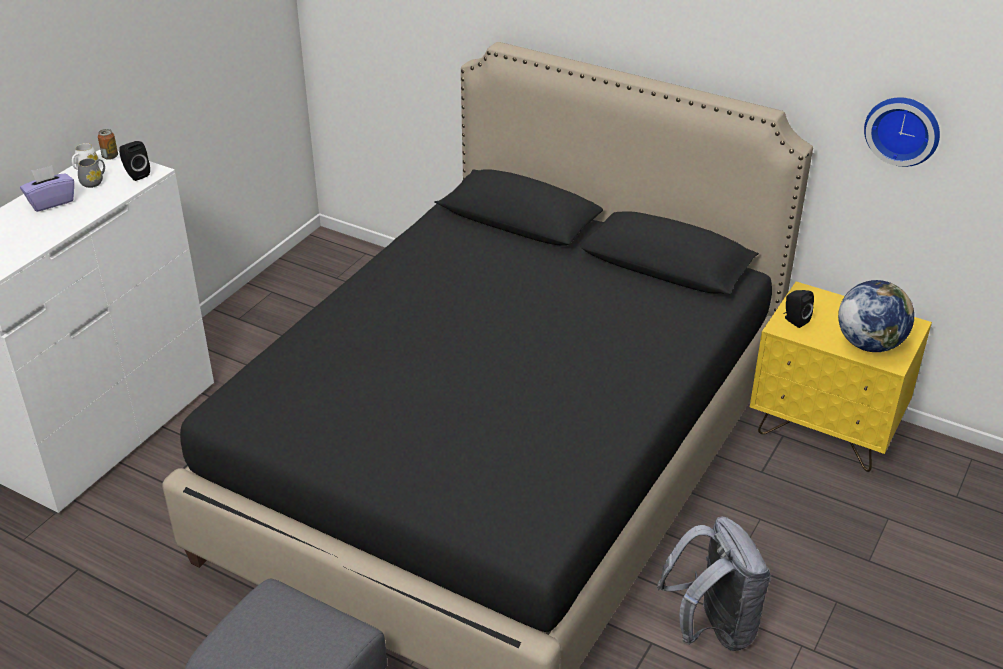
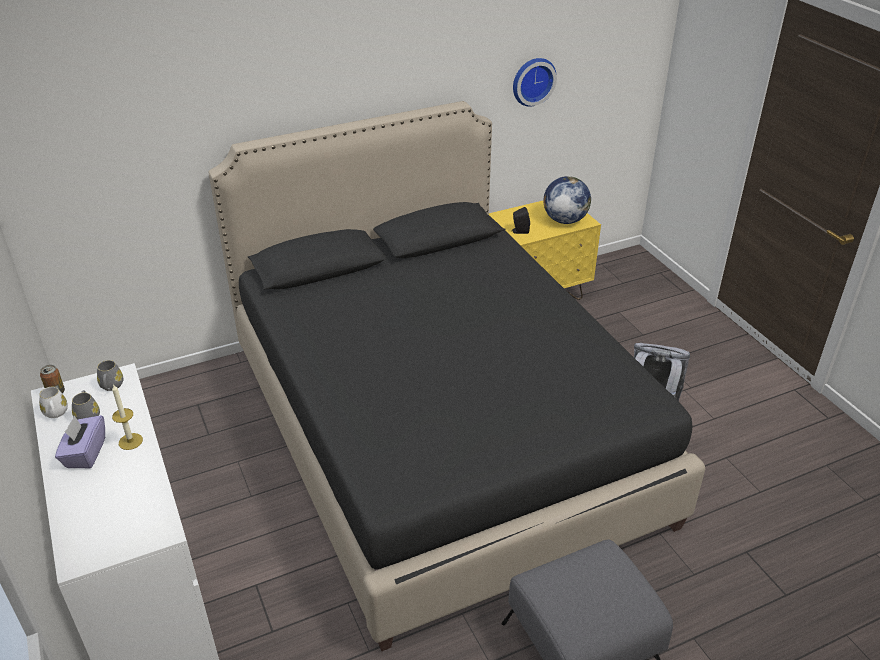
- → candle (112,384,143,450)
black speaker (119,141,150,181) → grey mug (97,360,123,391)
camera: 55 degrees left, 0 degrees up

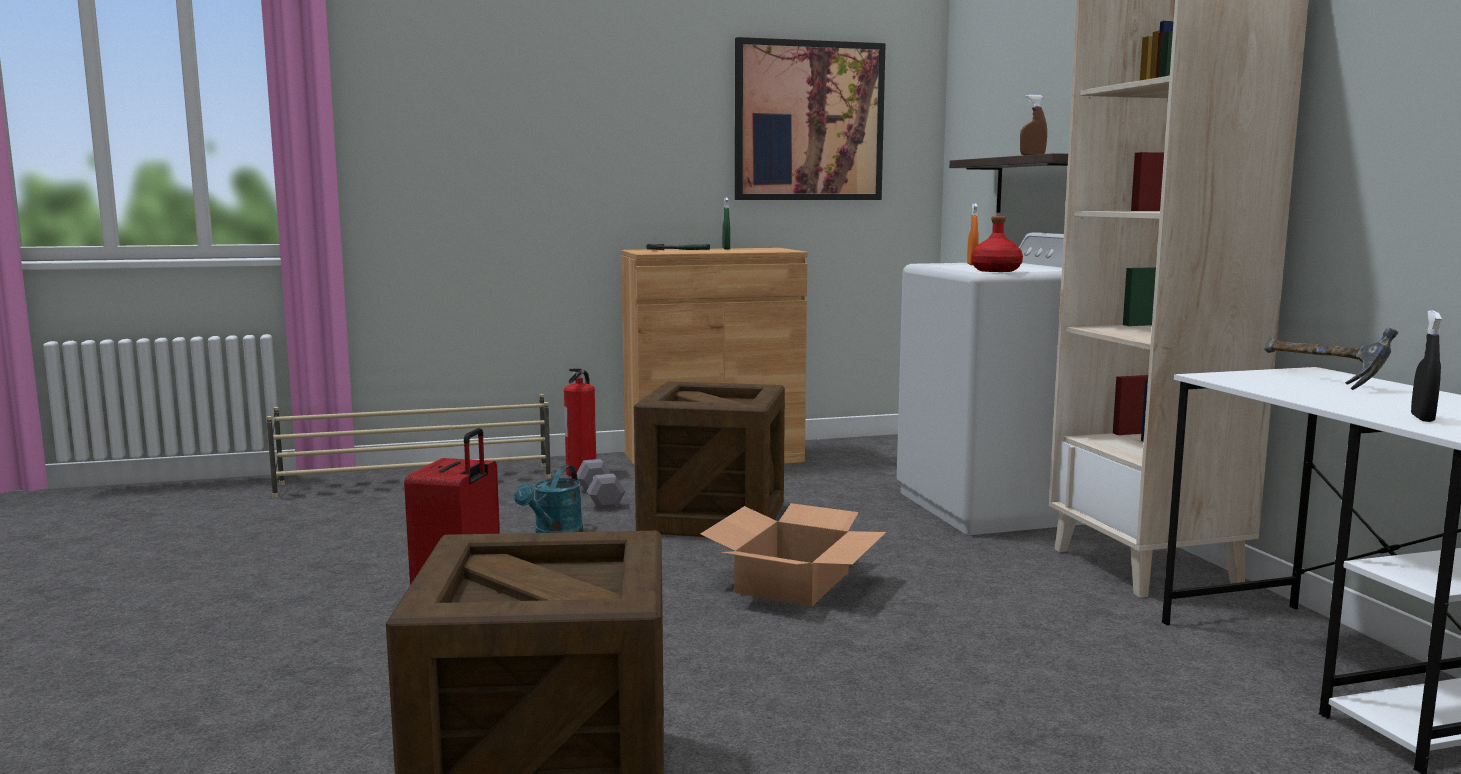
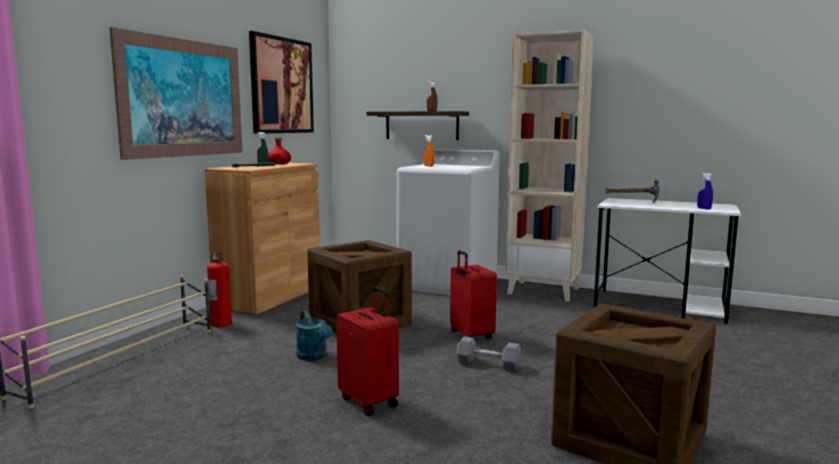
- → picture (109,27,242,160)
grey dumbbell (577,459,626,509) → grey dumbbell (456,336,522,371), moved
red bottle (971,216,1023,272) → red bottle (268,138,291,164), moved
cardboard box (700,503,886,606) → red suitcase (450,250,497,339)
black spray bottle (1411,310,1442,422) → blue spray bottle (697,172,713,210)
camera: 50 degrees left, 0 degrees up

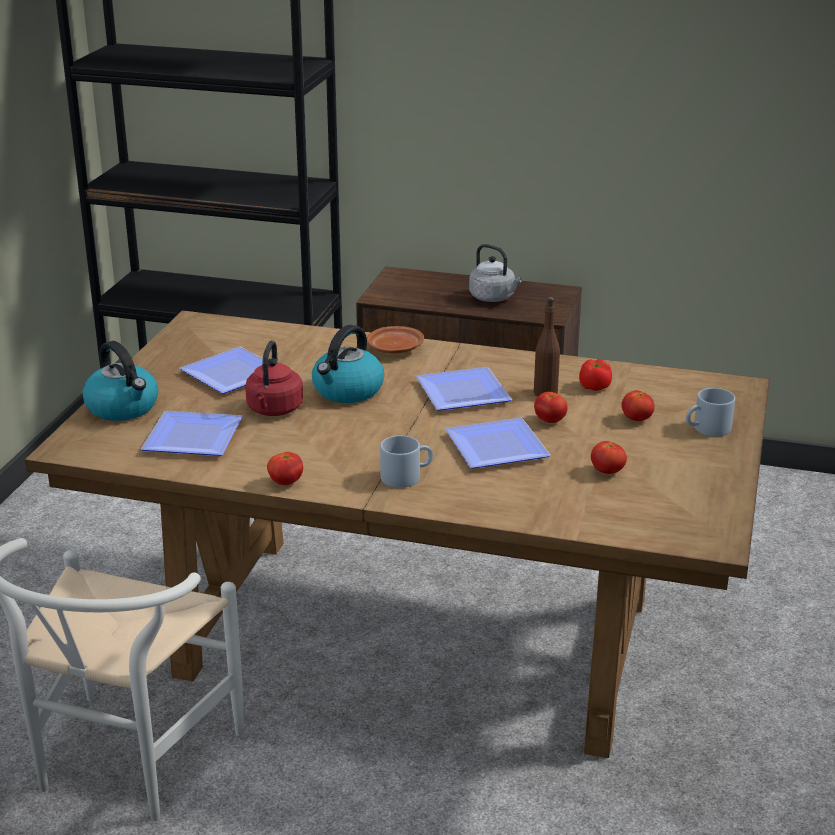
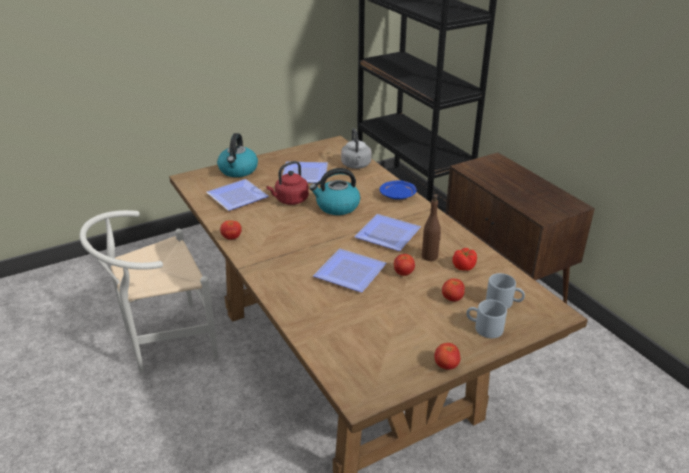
grey mug (380,435,433,488) → grey mug (486,273,525,309), moved
grey kettle (469,244,522,302) → grey kettle (341,128,371,169), moved
tomato (591,441,627,474) → tomato (434,343,461,370), moved
brown plate (367,326,424,354) → blue plate (380,180,417,199)
camera: 45 degrees right, 5 degrees up

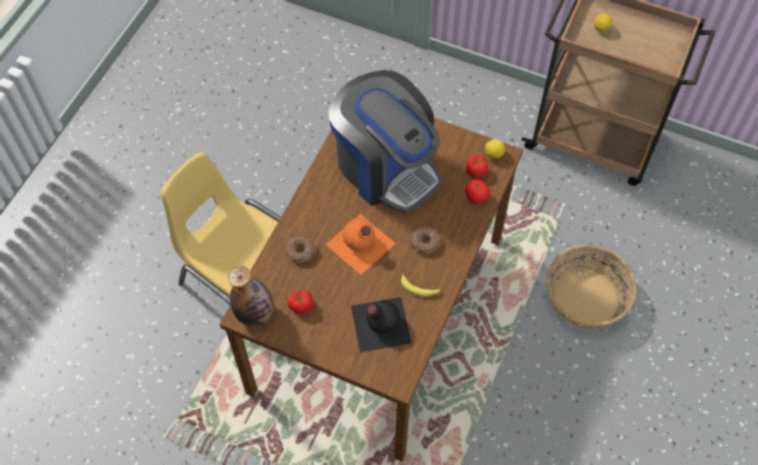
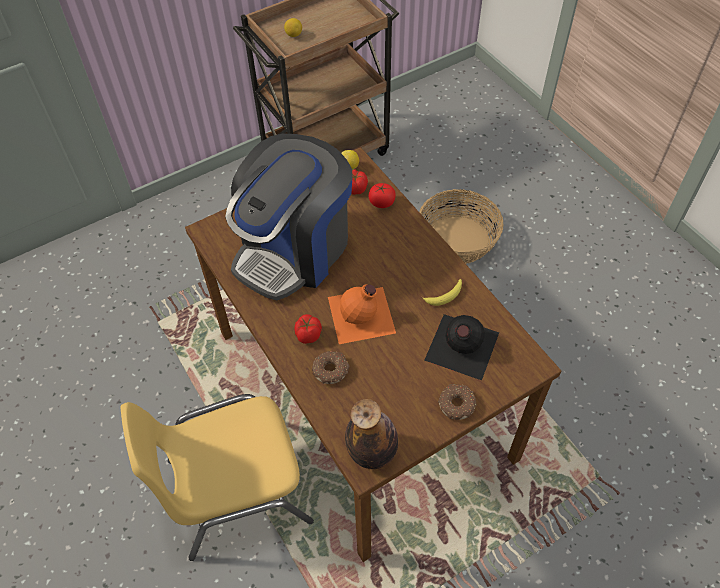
tomato (288,290,313,315) → tomato (294,314,322,344), moved
donut (410,227,441,254) → donut (438,384,477,420), moved
coffee machine (328,70,442,213) → coffee machine (225,134,352,301), 135 degrees clockwise
camera: 55 degrees left, 5 degrees down

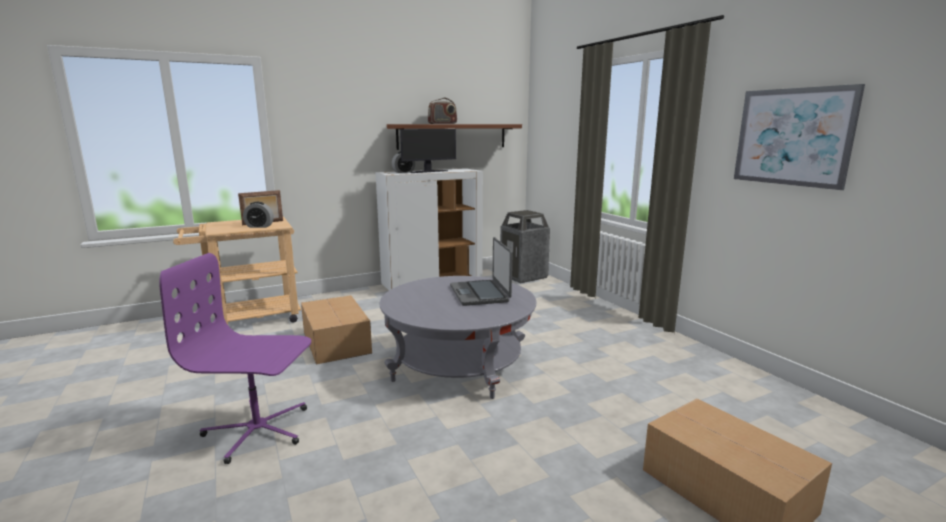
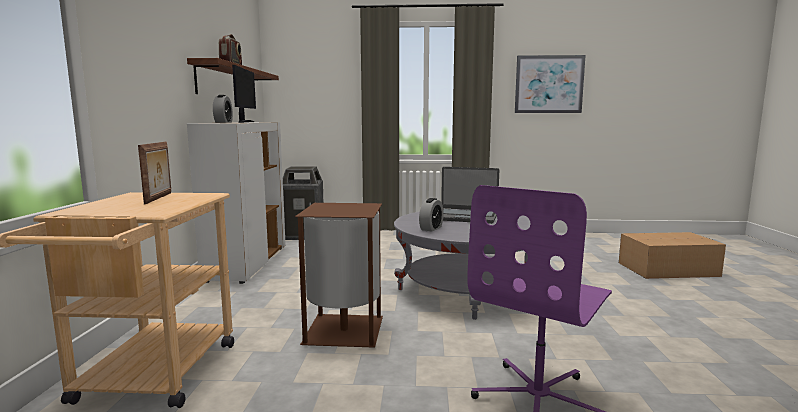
alarm clock (243,202,274,228) → alarm clock (419,198,444,231), moved
cardboard box (301,295,372,365) → brown trash can (295,203,383,348)
camera: 60 degrees left, 5 degrees down

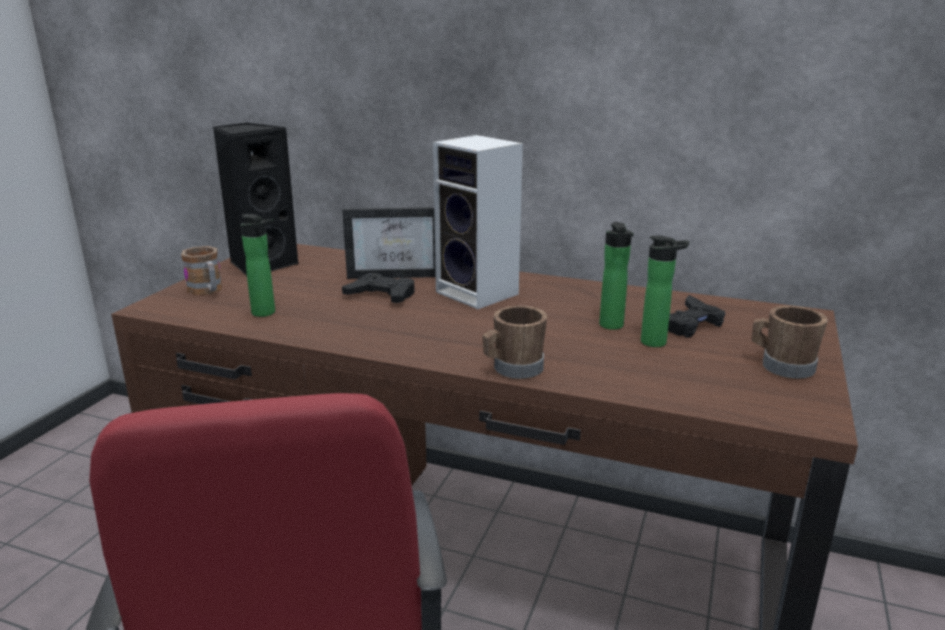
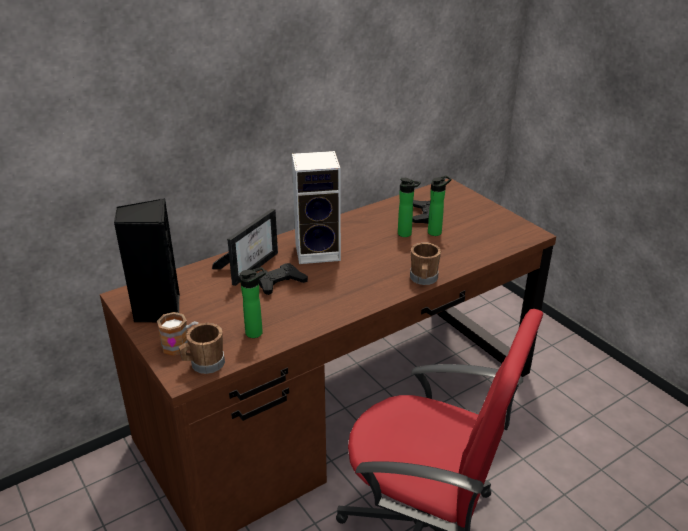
brown mug (751,305,828,379) → brown mug (179,323,225,374), moved
camera: 55 degrees left, 10 degrees up

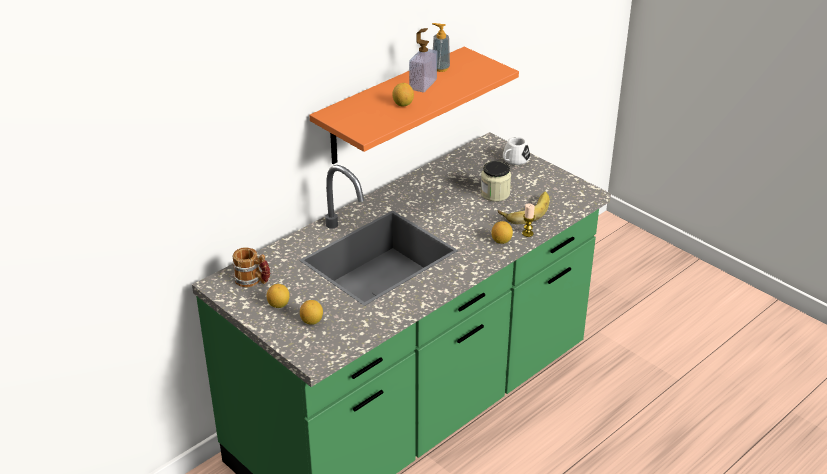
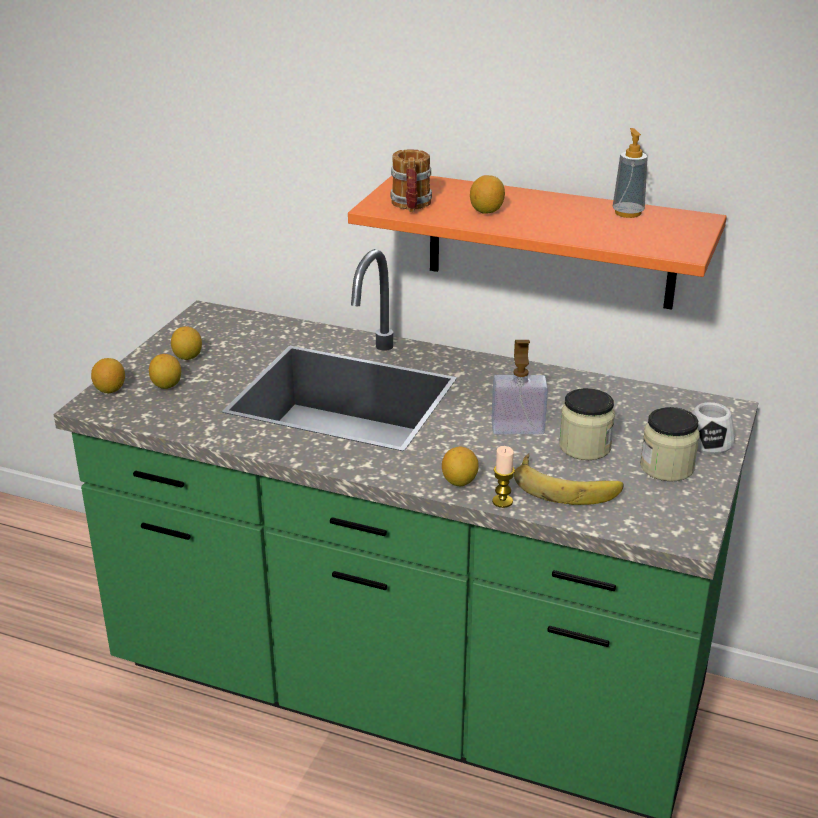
- → lemon (91,358,125,393)
- → jar (640,407,699,482)
mug (232,247,270,287) → mug (390,149,432,212), moved
soap dispenser (409,28,437,92) → soap dispenser (491,340,548,434), moved
camera: 65 degrees right, 5 degrees down

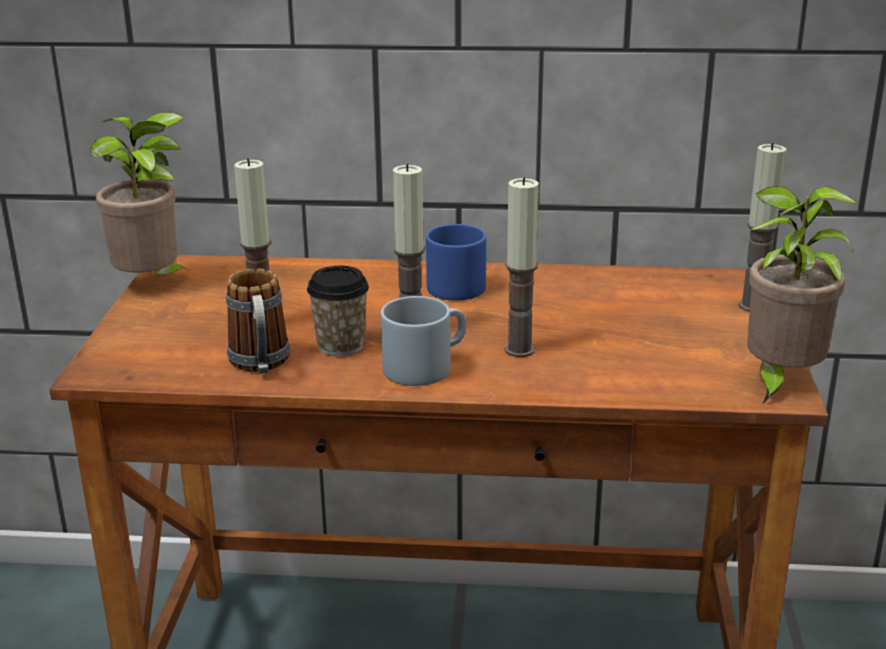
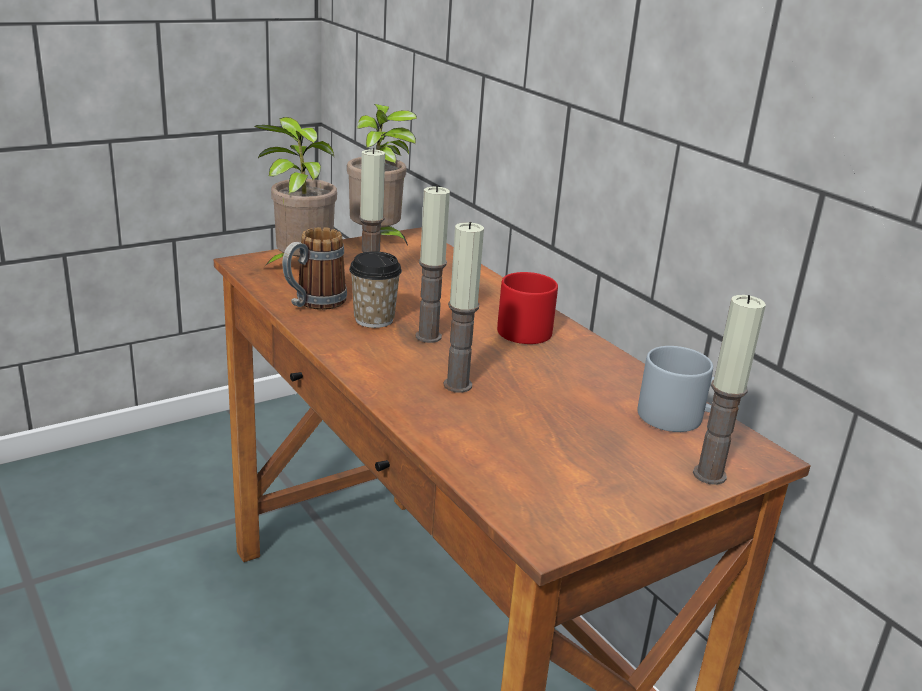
grey mug (381,296,466,386) → grey mug (637,346,714,432), moved
potted plant (747,186,858,403) → potted plant (254,117,337,266), moved
blue mug (426,224,486,301) → red mug (497,272,558,344)
camera: 50 degrees right, 0 degrees up

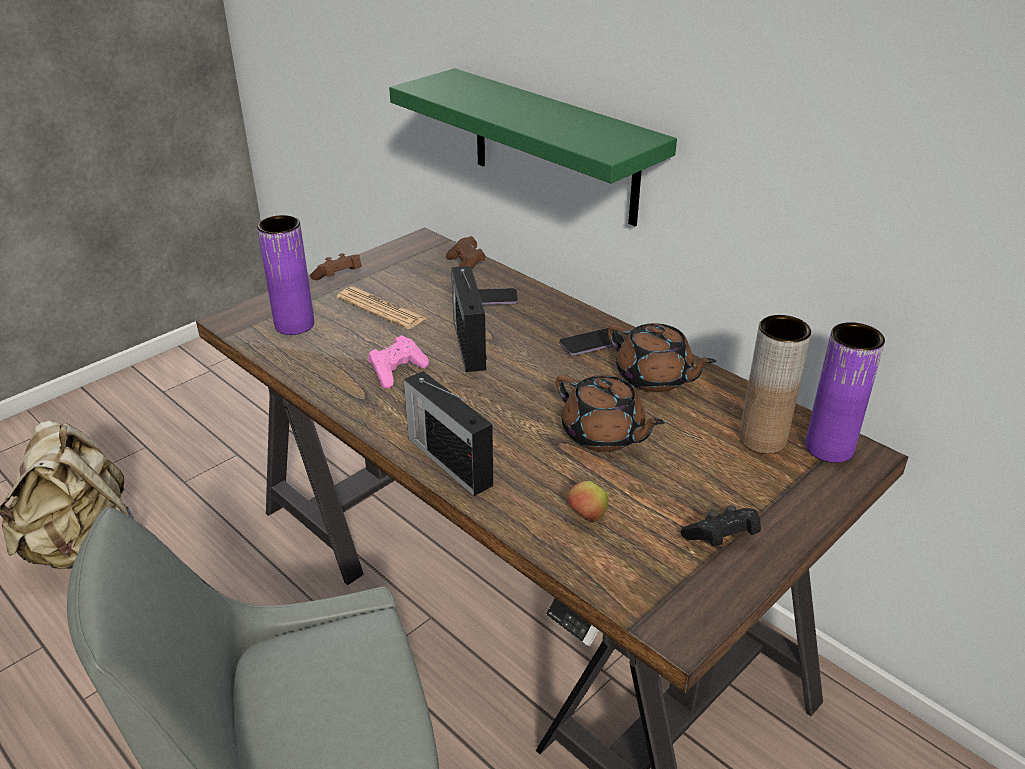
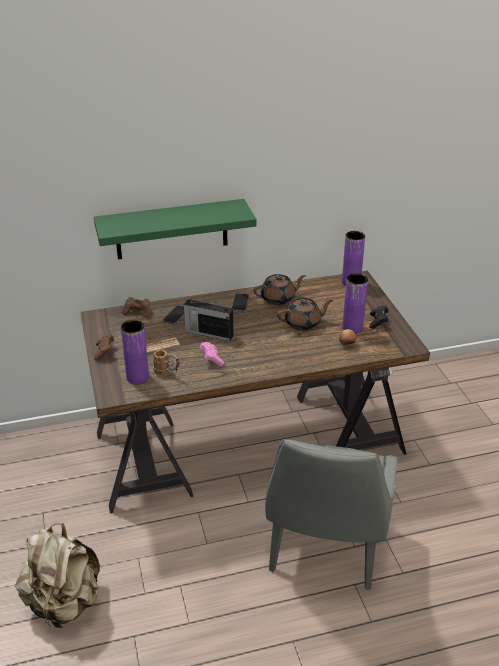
radio (404,371,493,496) → -
brown vase (739,315,811,454) → -
- → mug (153,350,180,376)
- → purple vase (343,273,368,334)
camera: 60 degrees left, 0 degrees up

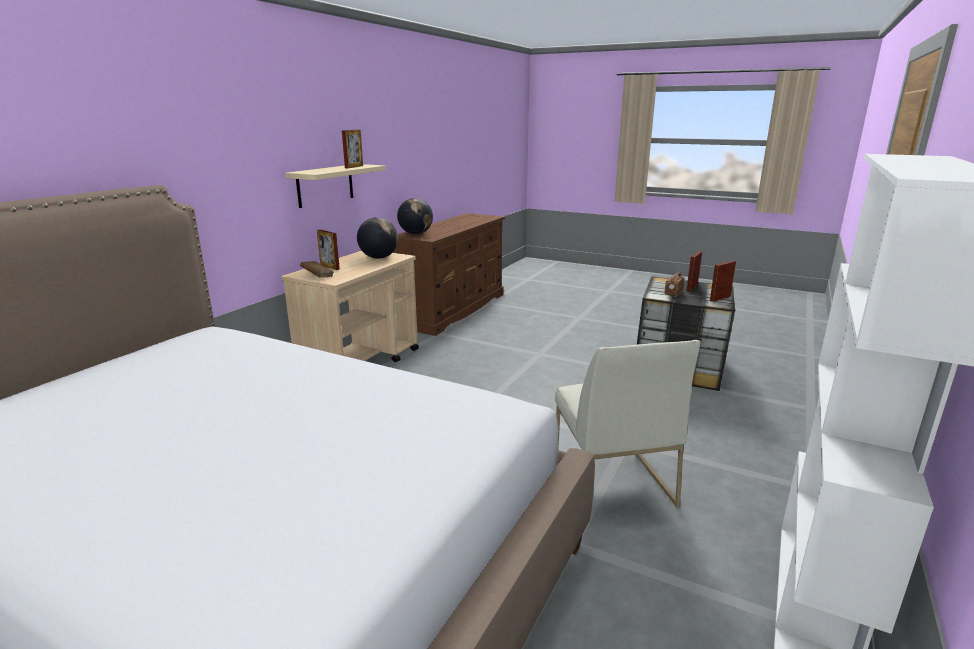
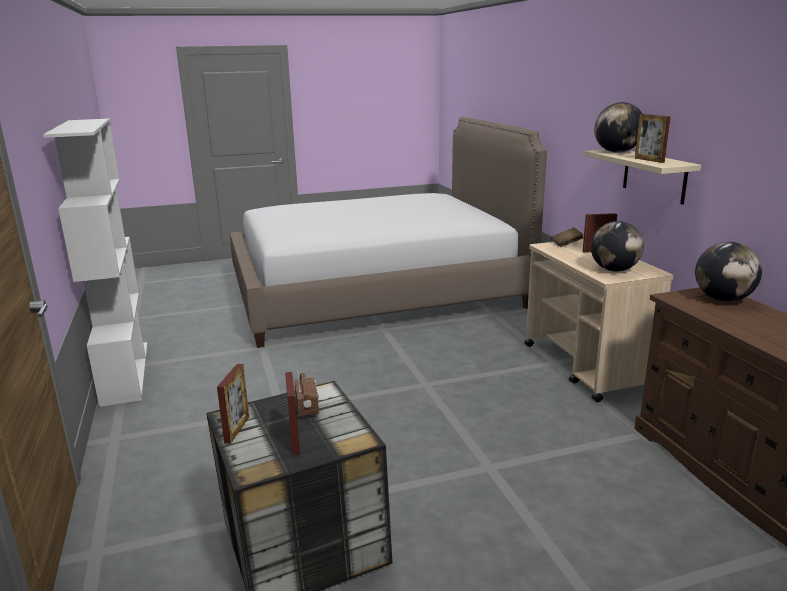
white chair (555,340,701,519) → -
- → globe (594,102,642,153)
camera: 135 degrees right, 0 degrees up

